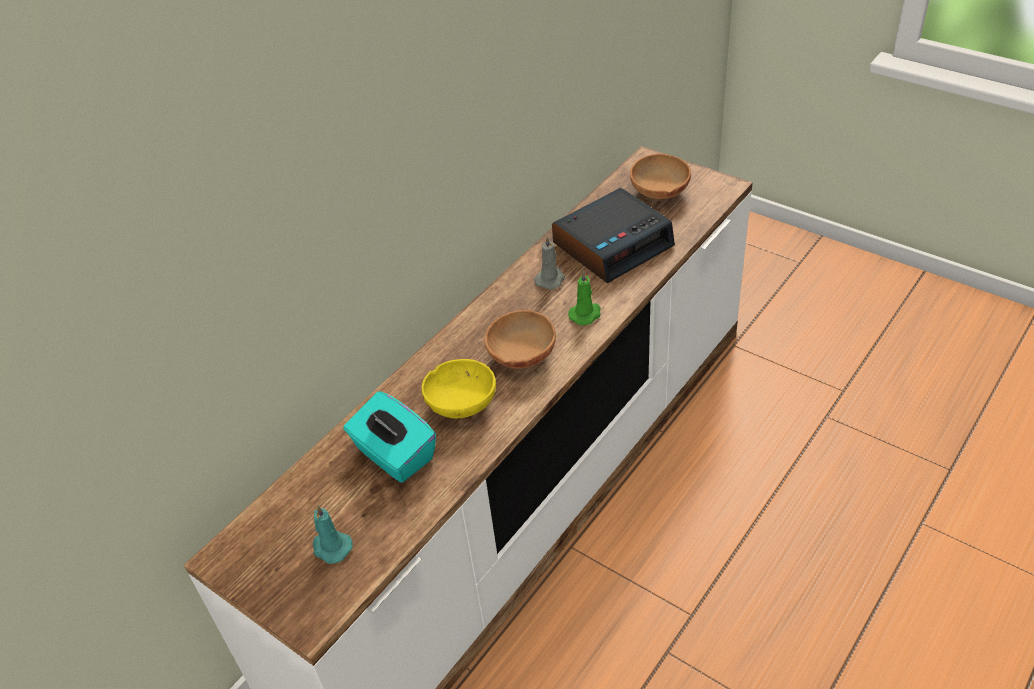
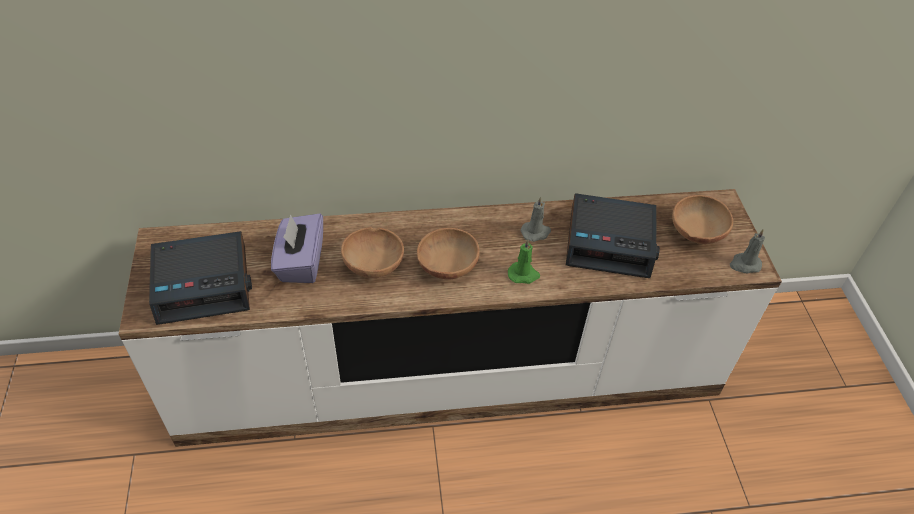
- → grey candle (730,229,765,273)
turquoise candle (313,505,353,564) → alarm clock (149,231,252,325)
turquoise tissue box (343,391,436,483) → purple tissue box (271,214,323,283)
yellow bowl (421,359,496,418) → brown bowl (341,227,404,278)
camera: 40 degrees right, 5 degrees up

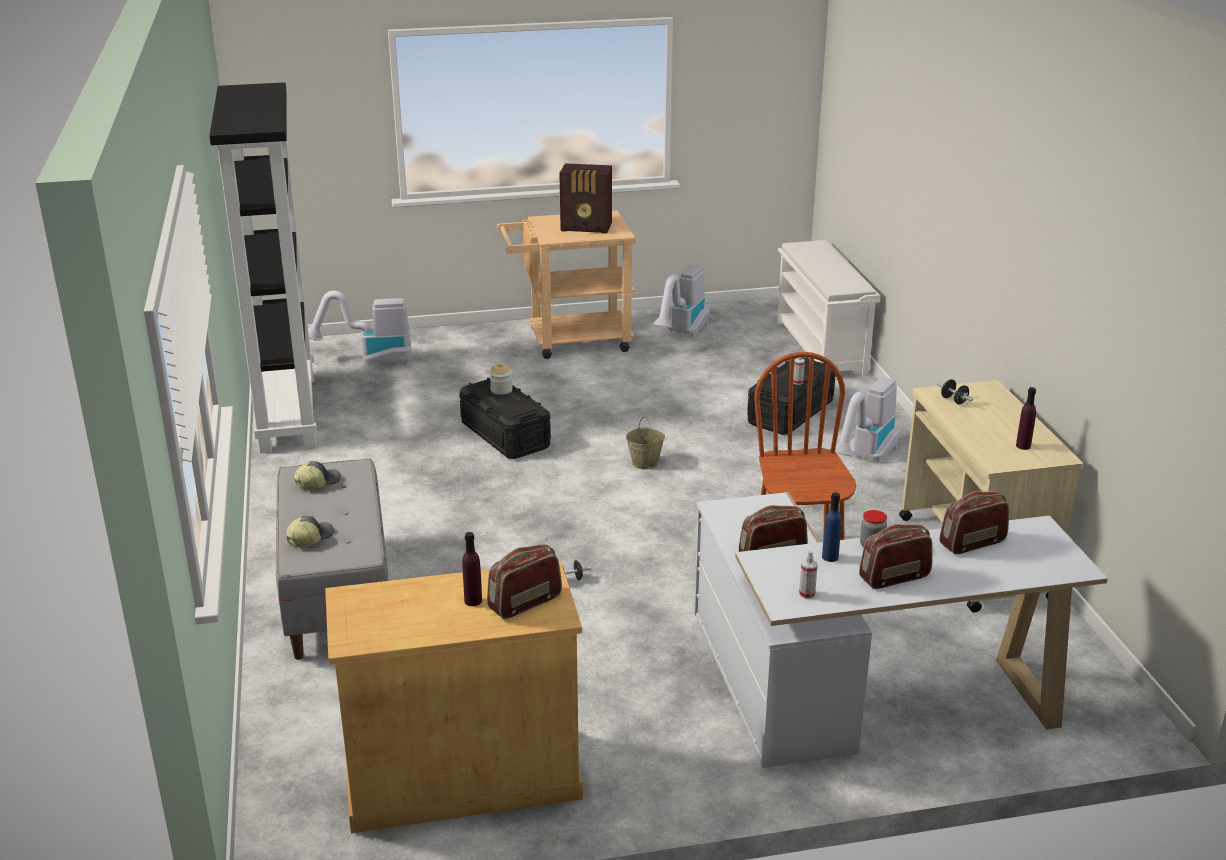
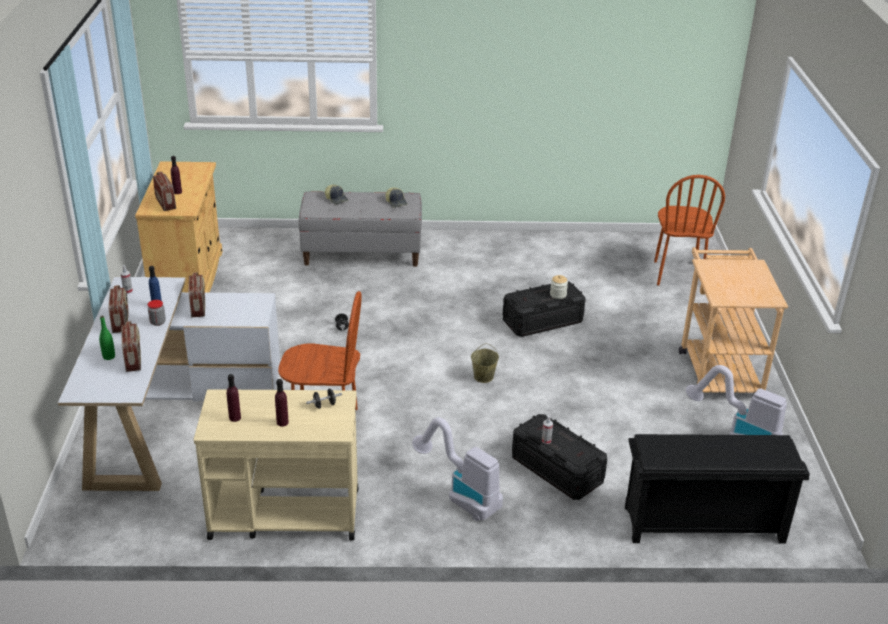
black bookcase (209,82,317,454) → -
radio (560,163,612,234) → -
- → green bottle (99,316,115,360)
- → purple bottle (275,379,289,427)
vacuum cleaner (308,291,411,366) → brown chair (654,175,725,285)
white shoe rack (777,240,880,376) → black shoe rack (625,434,810,544)
camera: 100 degrees right, 5 degrees up

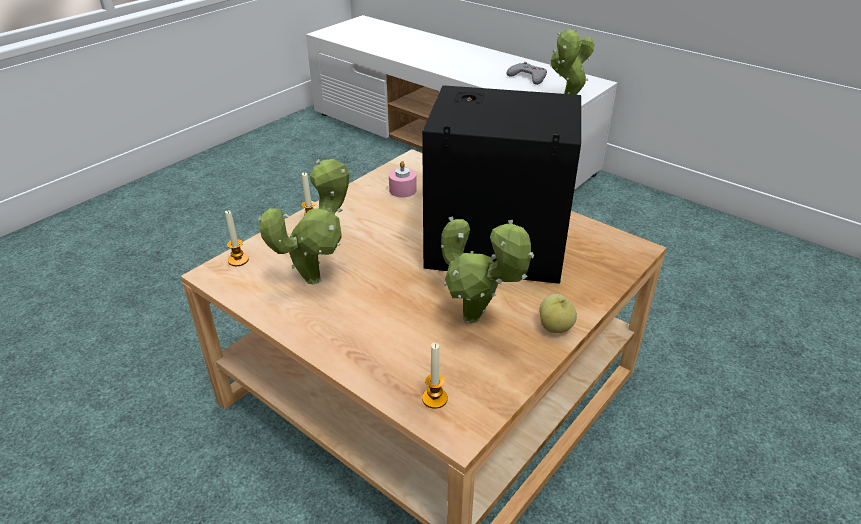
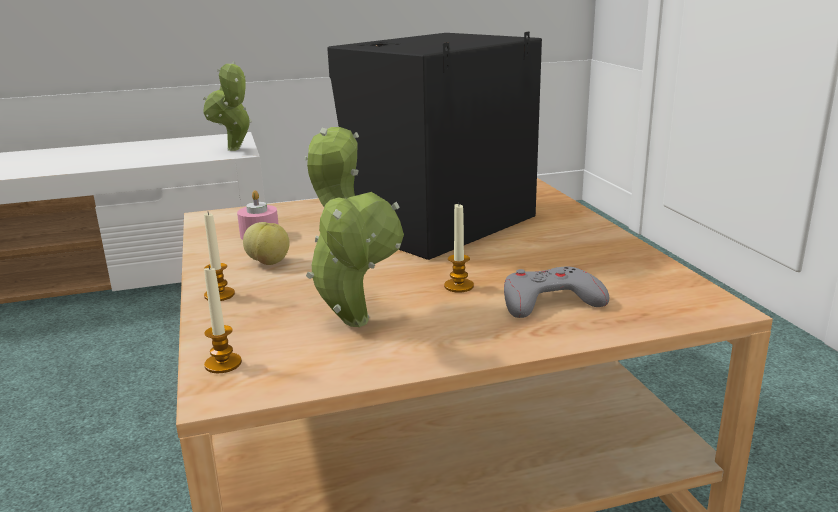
potted plant (441,216,534,324) → -
candle (422,343,448,409) → candle (444,203,474,293), moved
grey game controller (507,62,547,85) → grey game controller (504,266,609,318), moved
apple (540,294,577,333) → apple (243,222,290,265), moved
camera: 55 degrees left, 15 degrees down

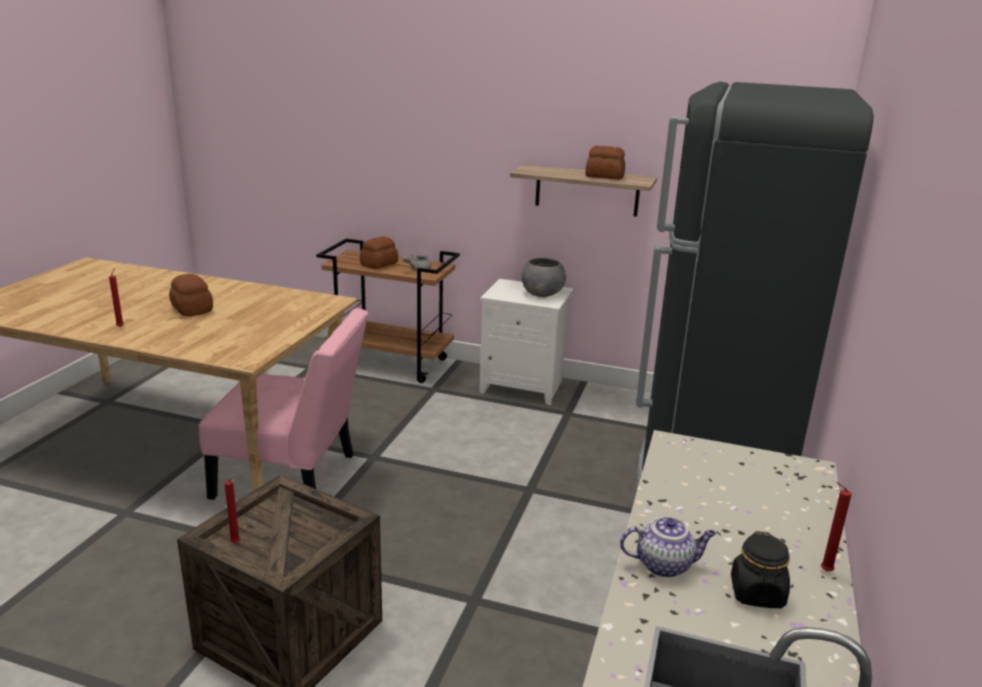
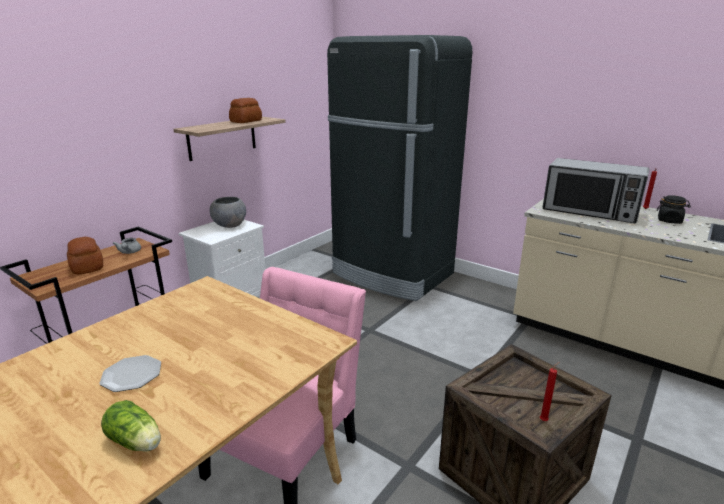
teapot (620,517,716,577) → -
- → microwave (543,158,650,223)
red candle (109,269,124,327) → lettuce (101,400,161,452)
bread (169,274,213,316) → plate (99,355,161,392)
camera: 70 degrees left, 0 degrees up

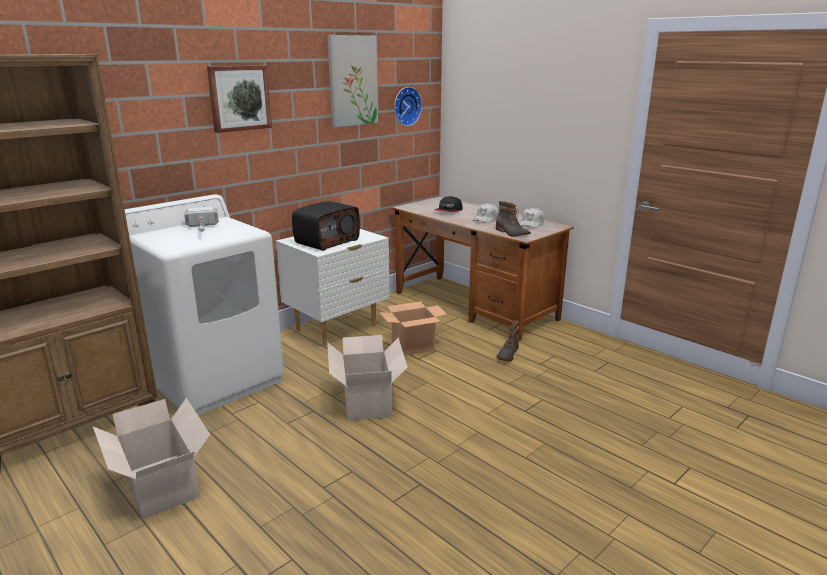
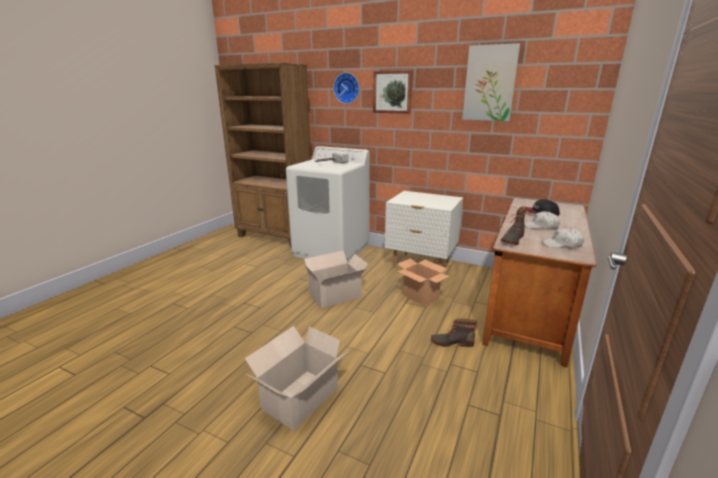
radio (292,201,360,251) → -
cardboard box (93,398,211,520) → cardboard box (245,326,348,430), moved
wall clock (394,87,422,126) → wall clock (333,73,359,104), moved
camera: 70 degrees right, 0 degrees up

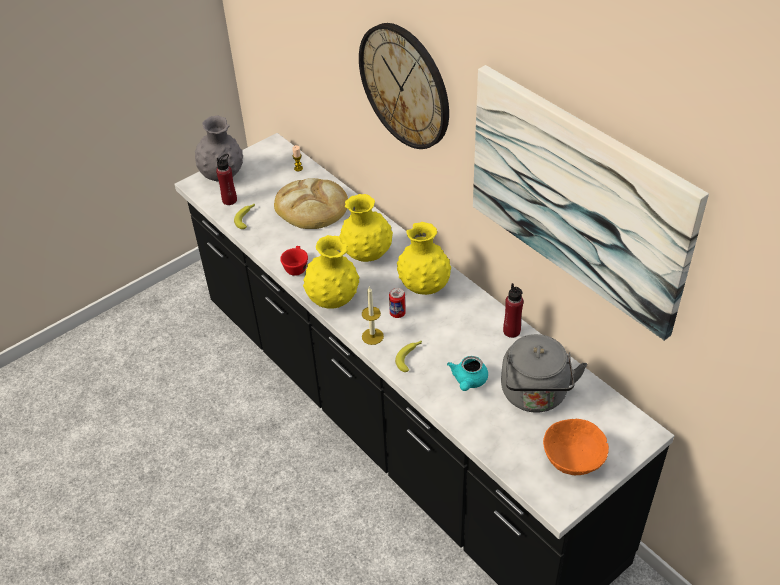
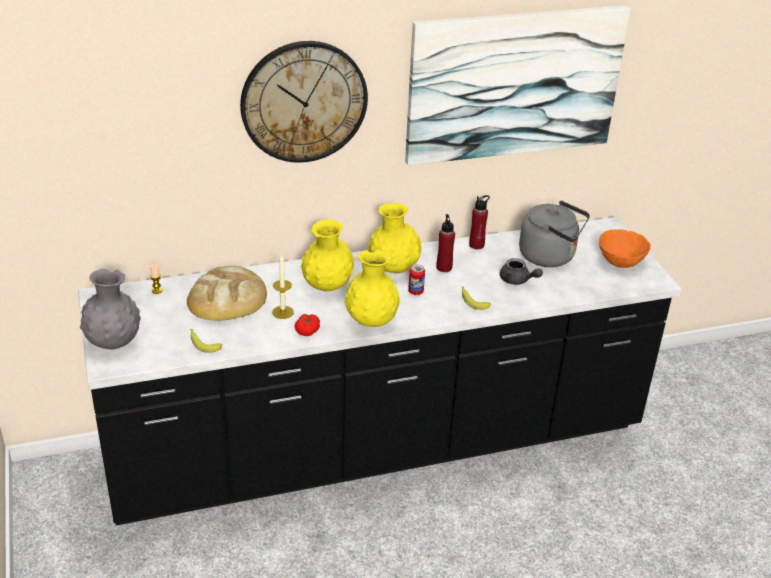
red bottle (216,154,237,205) → red bottle (436,214,455,272), moved
candle (362,287,384,345) → candle (272,254,294,319), moved
red cup (280,246,308,276) → tomato (295,314,320,336)
turquoise teapot (447,356,488,391) → grey teapot (500,258,543,285)
camera: 70 degrees left, 10 degrees down

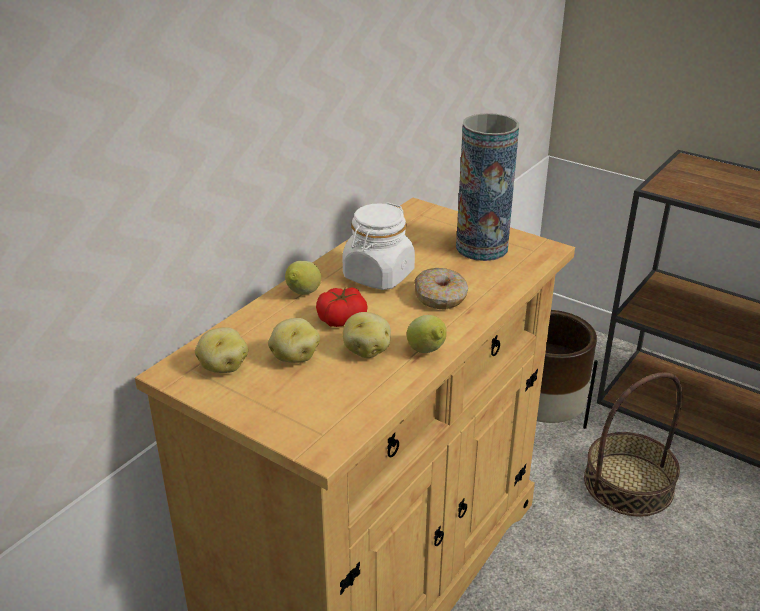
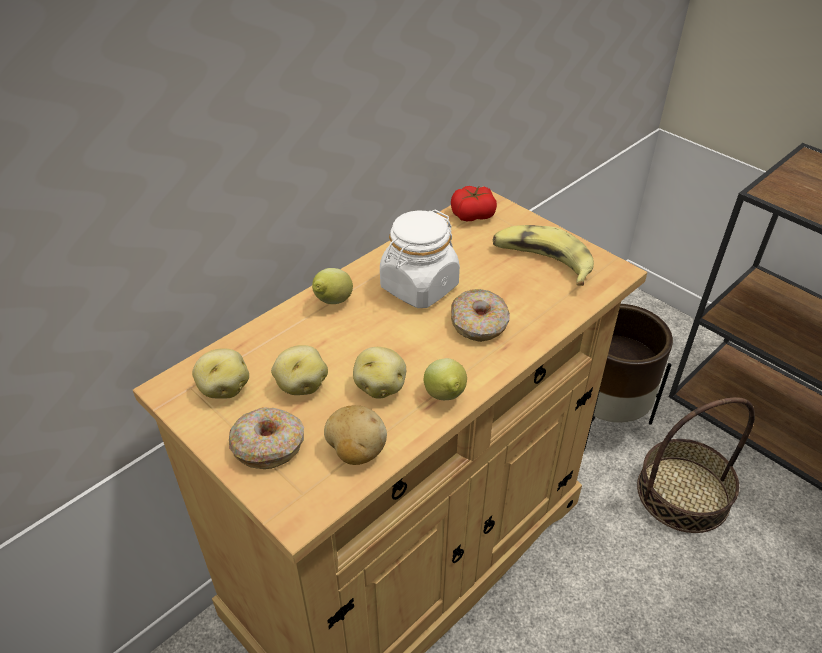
- → donut (229,407,304,469)
- → potato (324,405,387,465)
tomato (316,287,367,327) → tomato (451,186,497,221), moved
vase (456,113,519,261) → banana (493,225,594,286)
camera: 10 degrees right, 10 degrees up

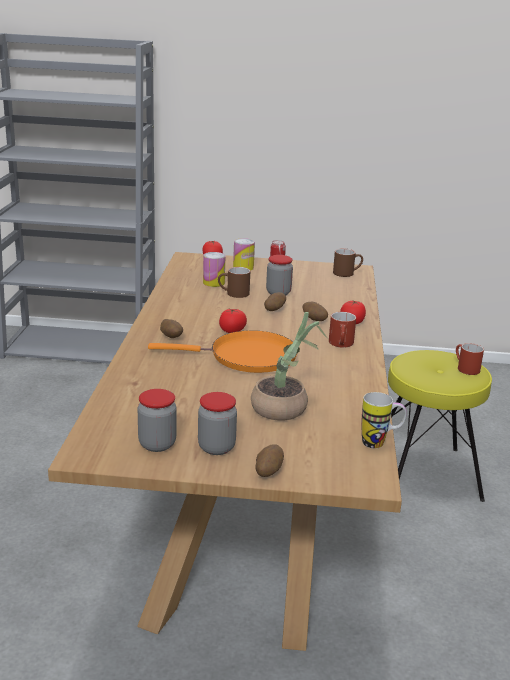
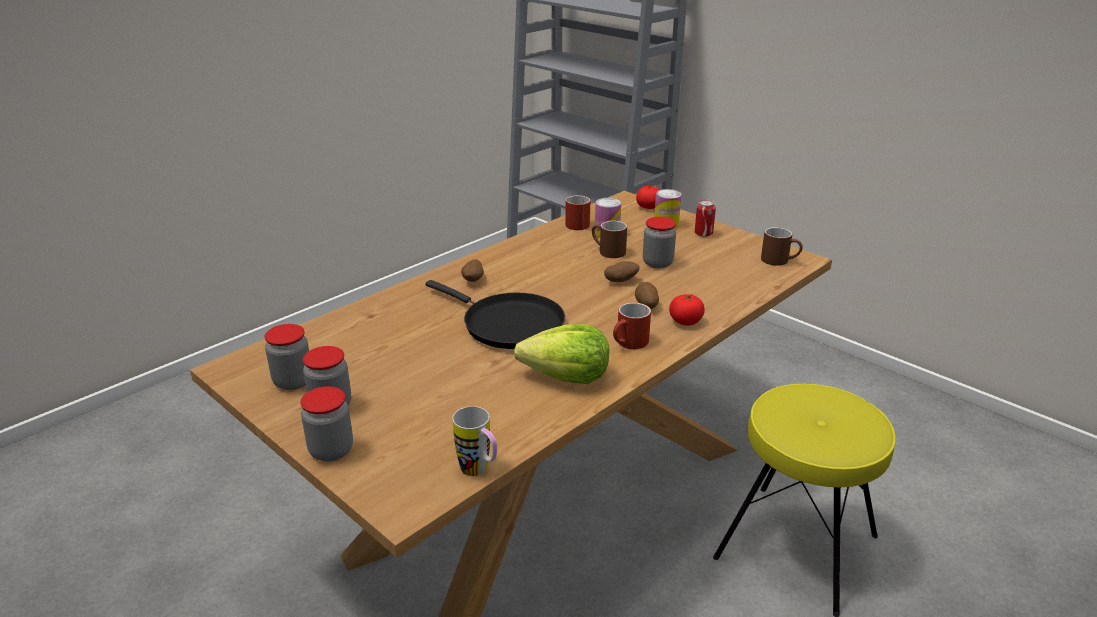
tomato (219,309,247,333) → -
potted plant (251,312,327,421) → -
- → lettuce (514,324,609,384)
red mug (456,343,484,375) → red mug (565,195,590,230), moved
potato (255,444,284,477) → jar (301,386,353,462)
orange frying pan (148,330,297,373) → black frying pan (426,280,565,349)
camera: 40 degrees right, 5 degrees up

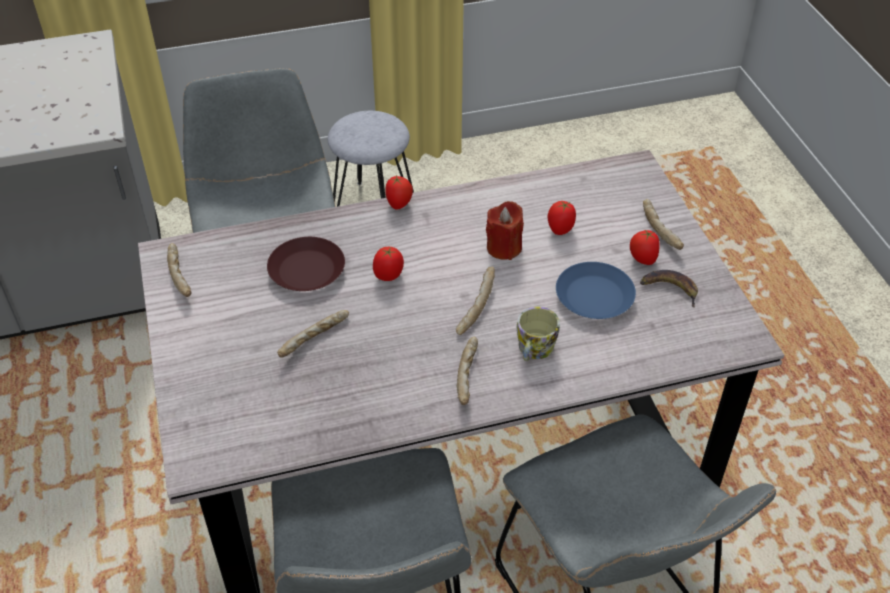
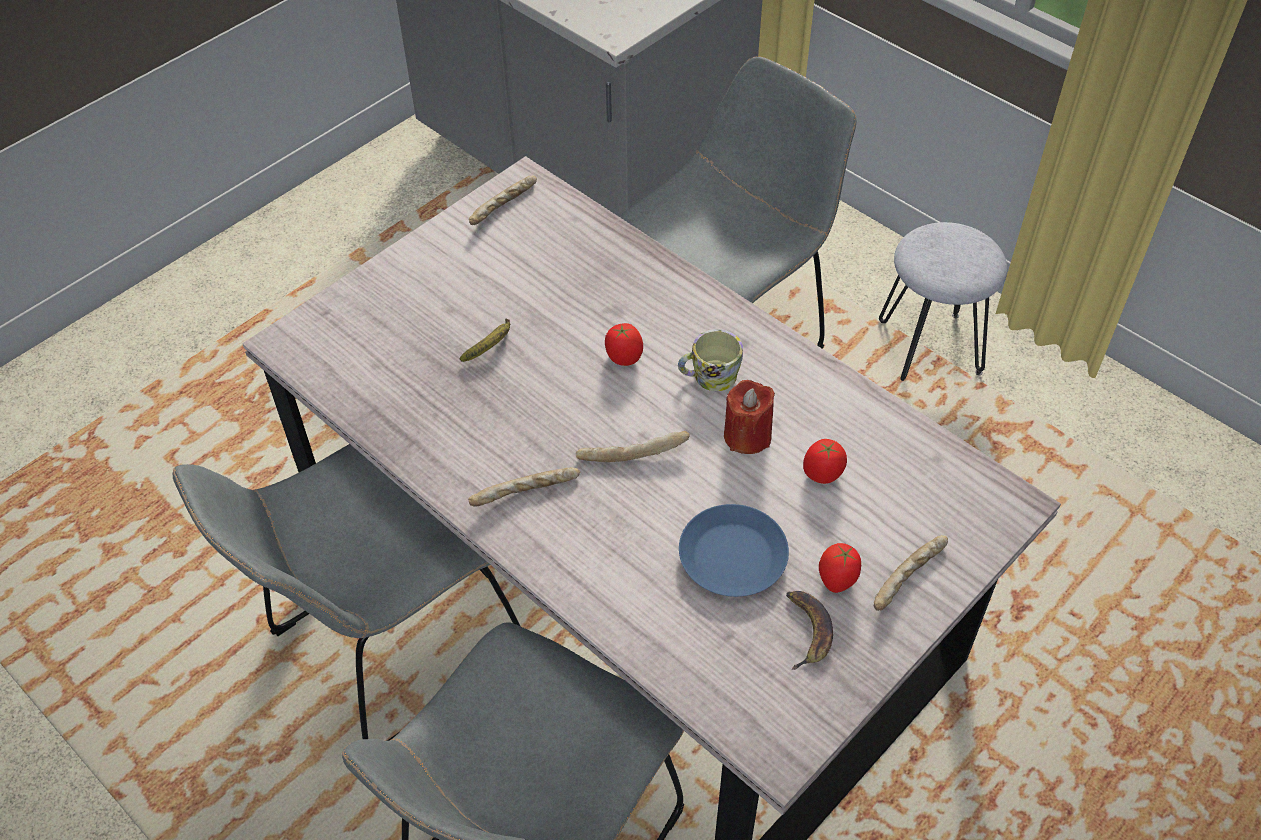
brown plate (267,237,345,291) → -
tomato (385,175,413,210) → -
mug (517,307,560,361) → mug (678,329,743,391), moved
bread (277,310,349,357) → banana (460,318,510,362)
camera: 60 degrees right, 5 degrees up

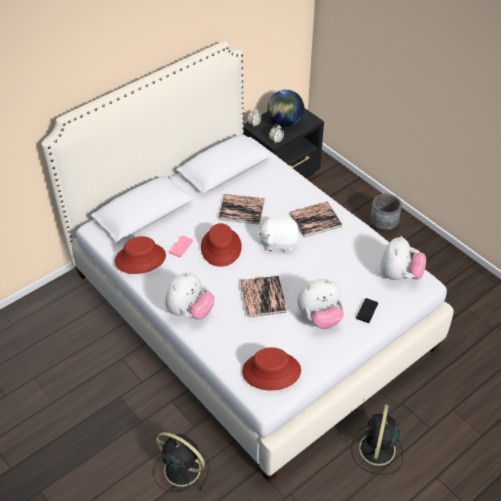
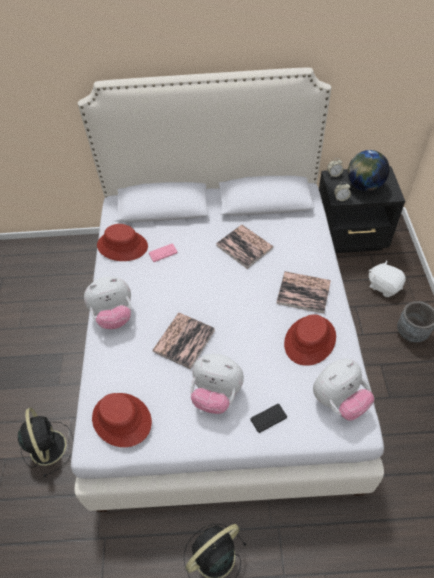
red hat (201,223,242,267) → red hat (284,314,336,366), moved
white plush toy (257,215,300,252) → white plush toy (369,261,406,297), moved
camera: 40 degrees right, 5 degrees up

